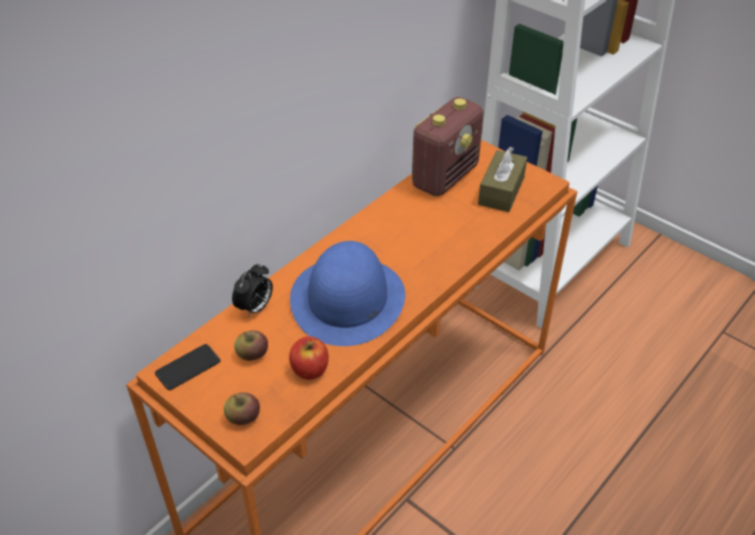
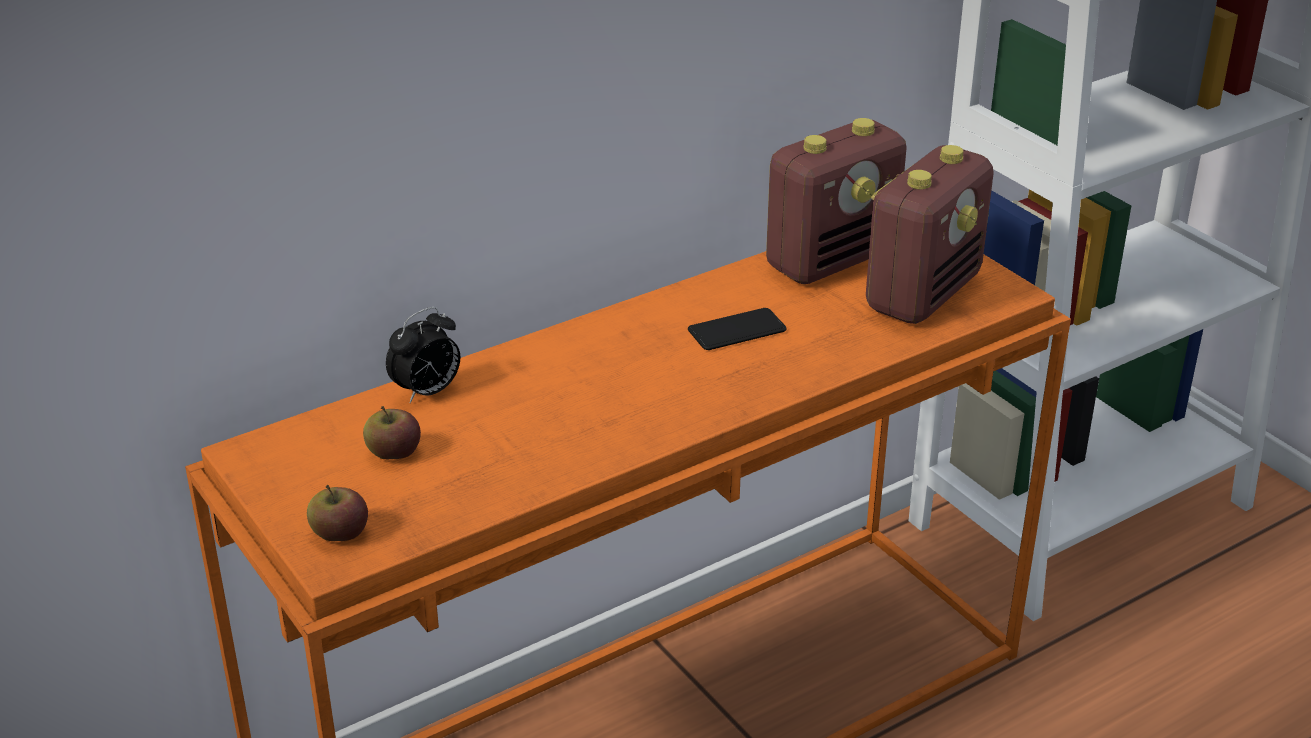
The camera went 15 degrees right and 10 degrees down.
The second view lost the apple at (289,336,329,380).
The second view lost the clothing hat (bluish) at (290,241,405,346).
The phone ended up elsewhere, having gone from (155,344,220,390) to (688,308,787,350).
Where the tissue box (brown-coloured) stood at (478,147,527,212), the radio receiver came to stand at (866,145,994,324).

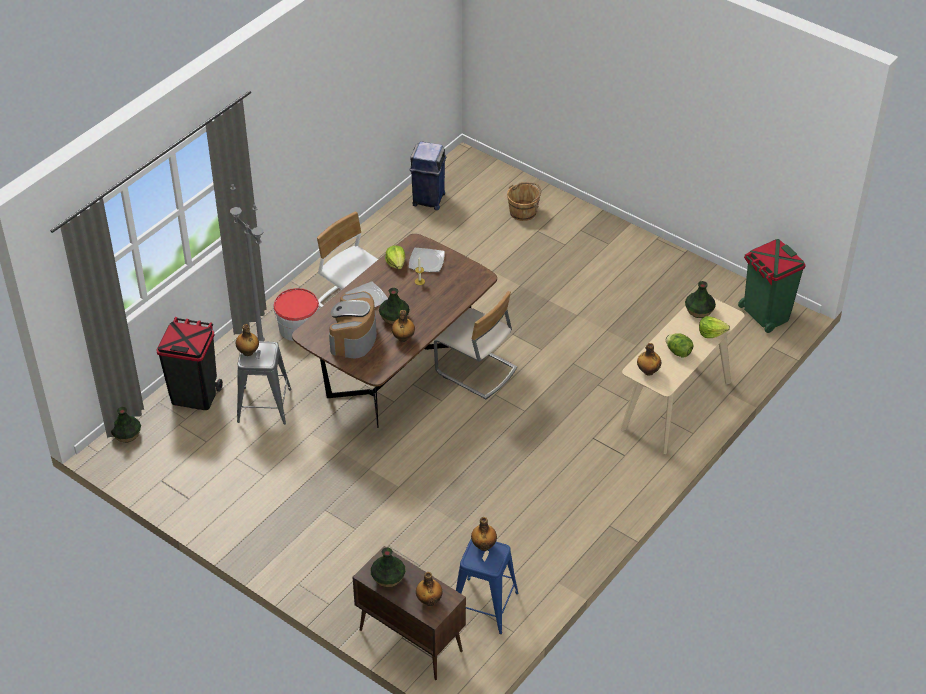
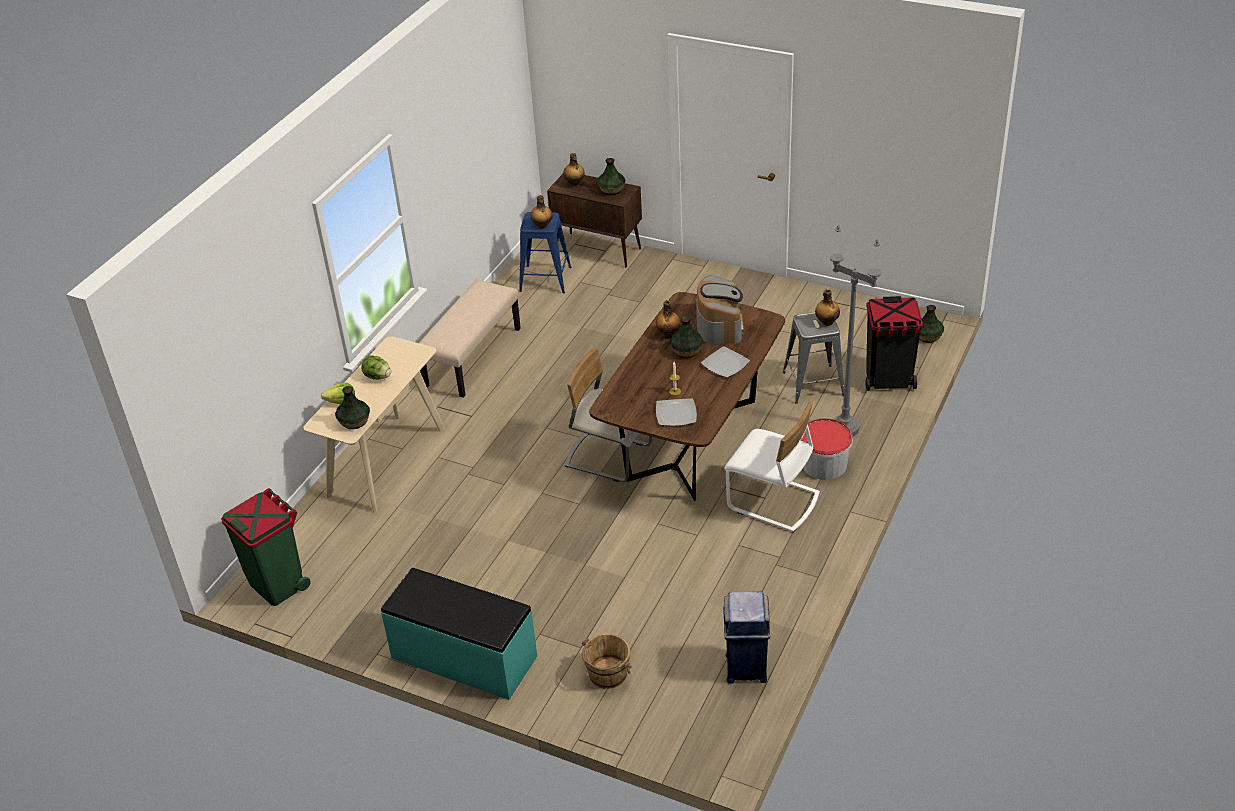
The camera went 170 degrees right and 5 degrees down.
The second view lost the lettuce at (385,245,405,269).
The second view lost the beverage bottle at (637,343,661,376).
The second view gained the bench (blue-green) at (381,568,537,700).
The second view gained the bench (sand-coloured) at (419,280,521,398).

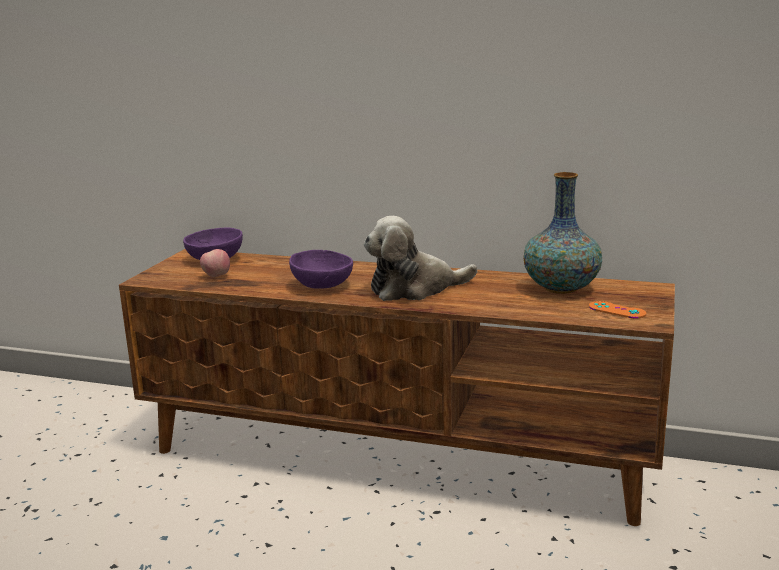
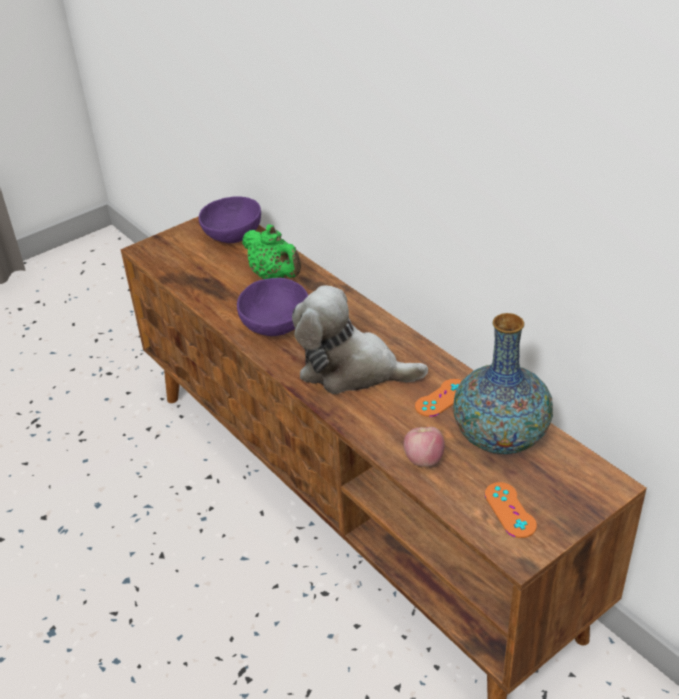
The camera went 35 degrees right and 20 degrees up.
The second view gained the pot for tea (green-coloured) at (242,224,301,279).
The second view gained the joypad (orangey) at (415,379,462,417).
The apple ended up elsewhere, having gone from (200,249,230,277) to (403,427,445,466).

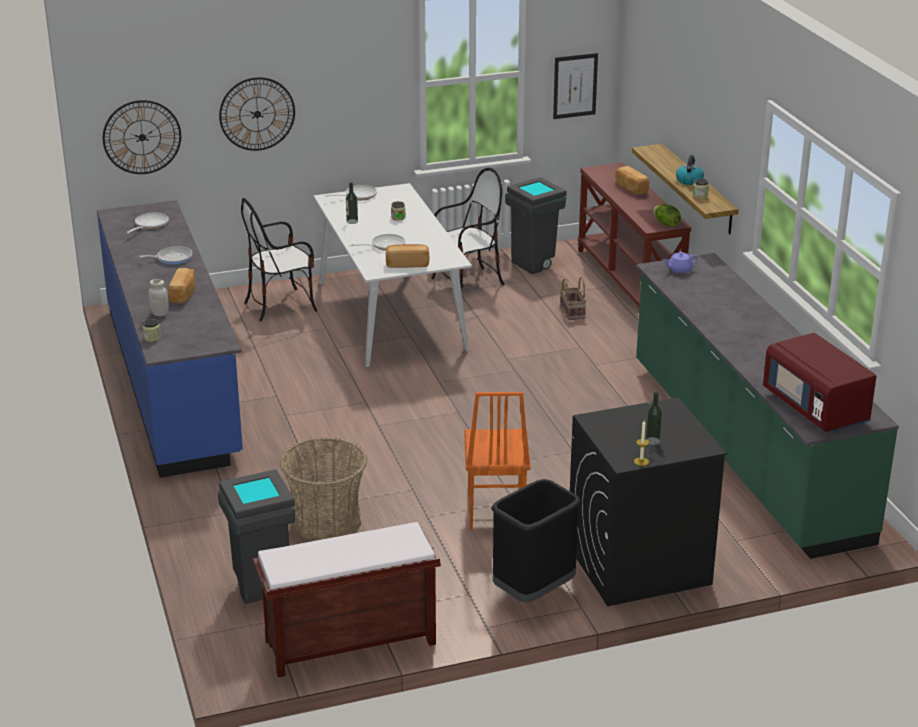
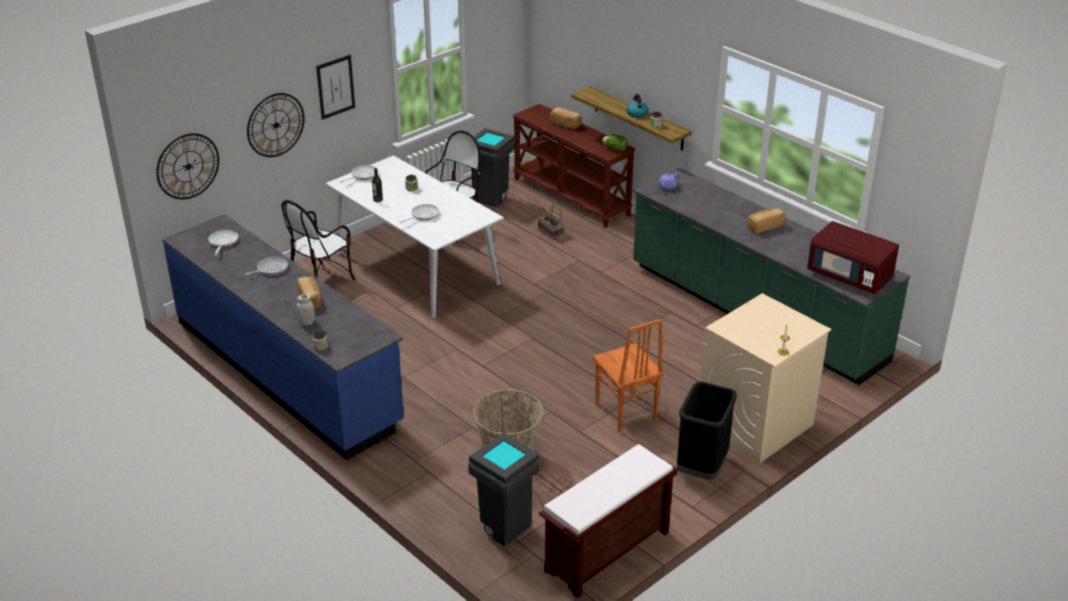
The camera went 25 degrees left and 5 degrees up.
The second view lost the beverage bottle at (645,392,663,445).
The bread ended up elsewhere, having gone from (386,244,429,268) to (747,208,785,234).
The wall picture ended up elsewhere, having gone from (553,53,598,119) to (316,55,355,120).
What was the washing machine (blackish) at (570,397,727,606) turned into the washing machine (sand-coloured) at (700,293,831,464).

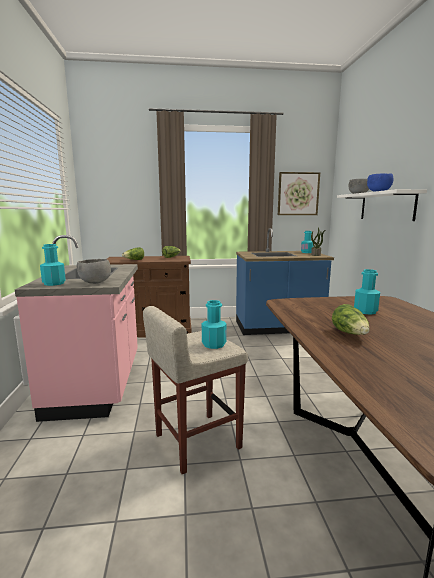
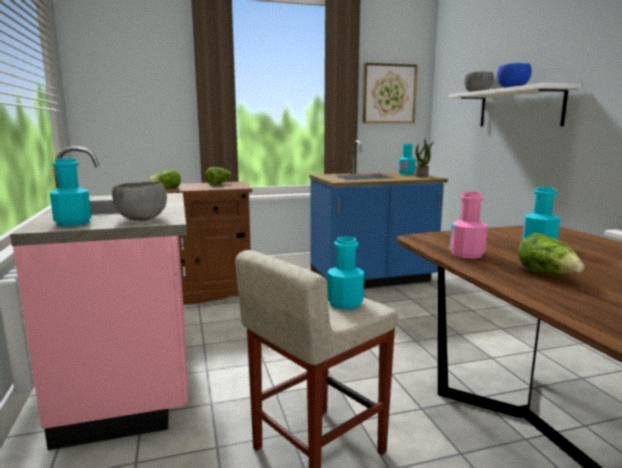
The camera went 10 degrees left and 0 degrees up.
The second view gained the beverage bottle (pink-coloured) at (449,192,488,259).

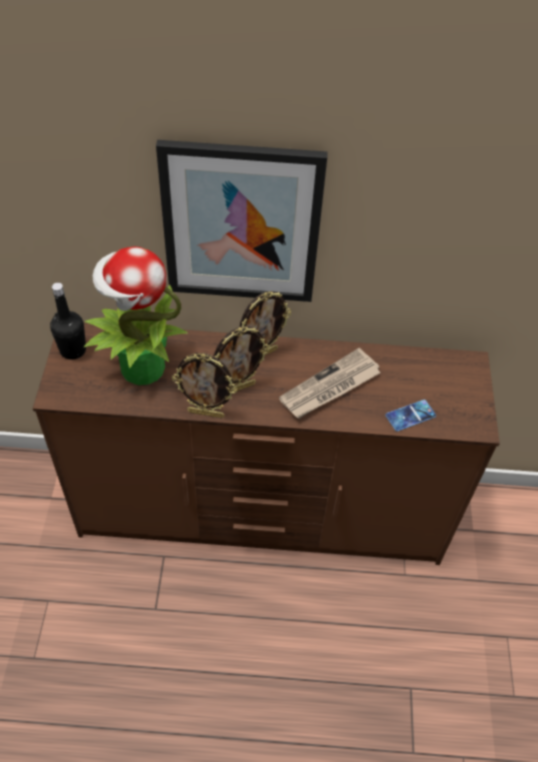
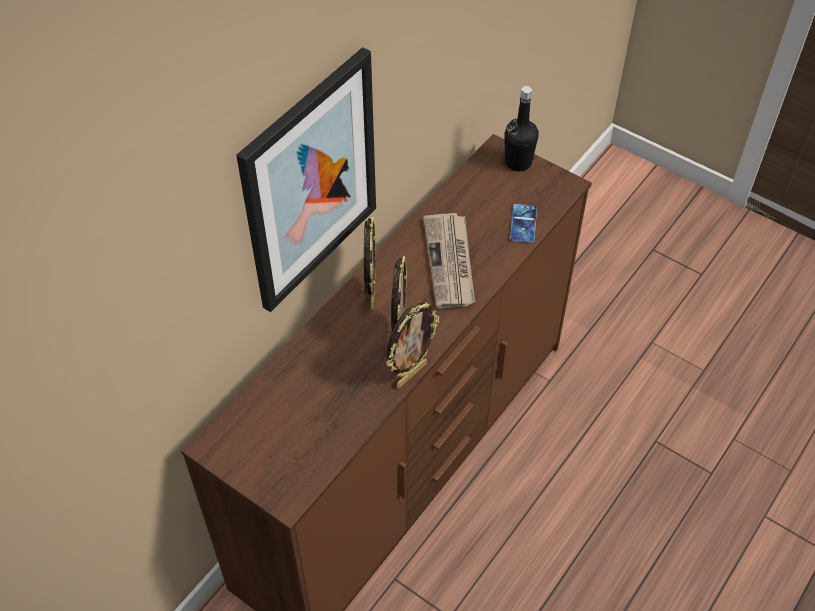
The camera went 55 degrees left and 0 degrees up.
The second view lost the plant in a pot at (84,247,188,385).
The beverage bottle (blackish) ended up elsewhere, having gone from (50,283,86,360) to (504,86,539,171).

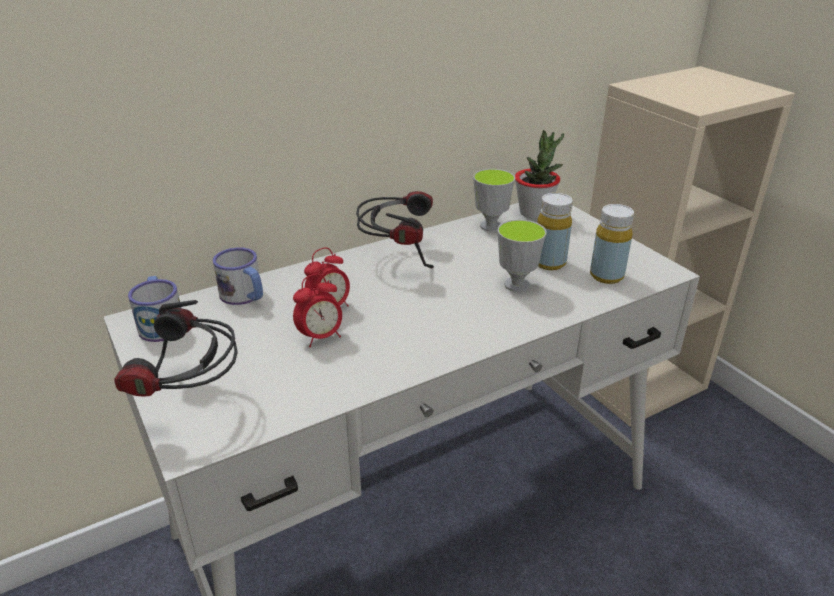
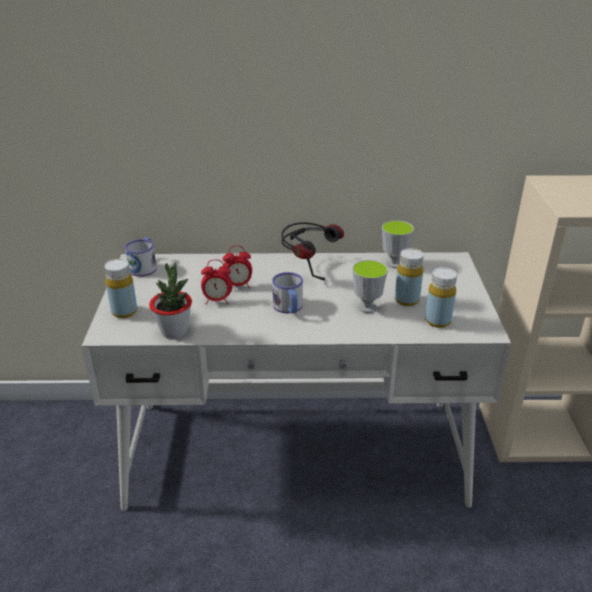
The camera went 30 degrees right and 0 degrees up.
The coffee mug ended up elsewhere, having gone from (213,248,263,305) to (272,272,303,314).
The plant in a pot ended up elsewhere, having gone from (515,130,564,219) to (149,263,192,339).
Where the headphones stood at (114,300,238,396), the beverage bottle (yellowish) came to stand at (104,259,137,318).

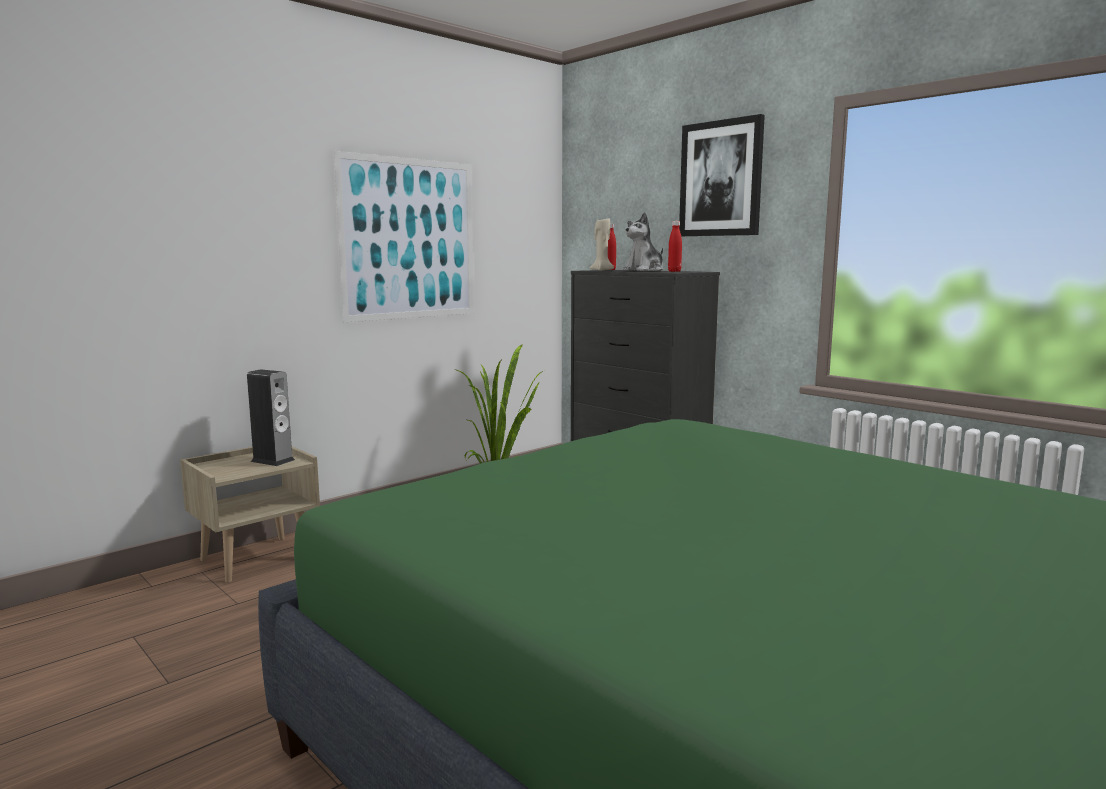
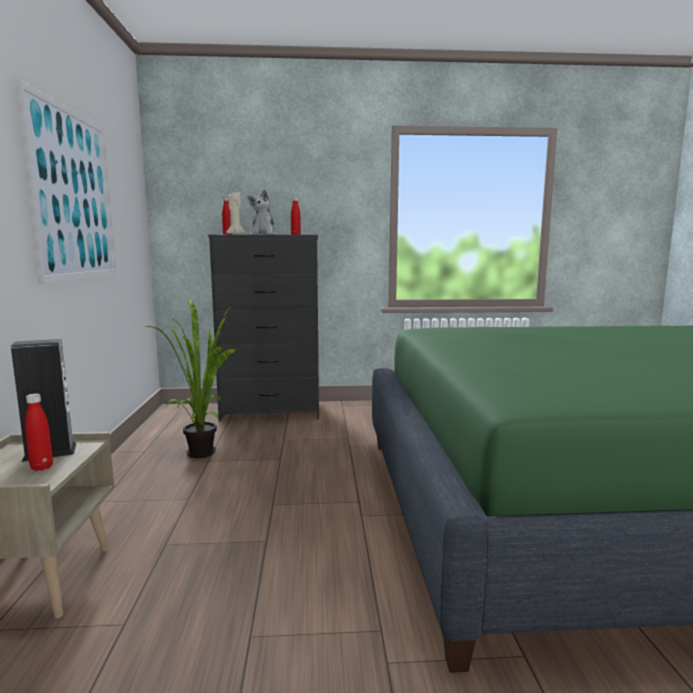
The camera went 50 degrees left and 0 degrees up.
The second view lost the wall picture at (679,114,765,236).
The second view gained the beverage bottle (reddish) at (25,393,53,471).

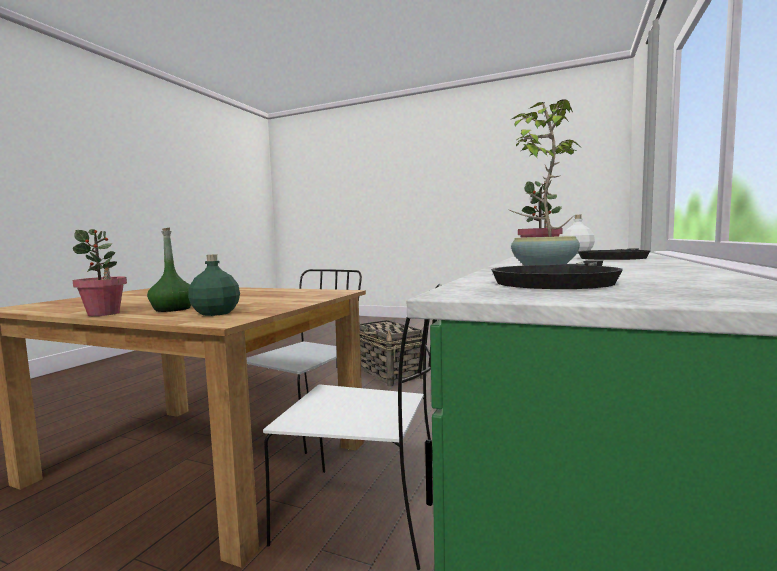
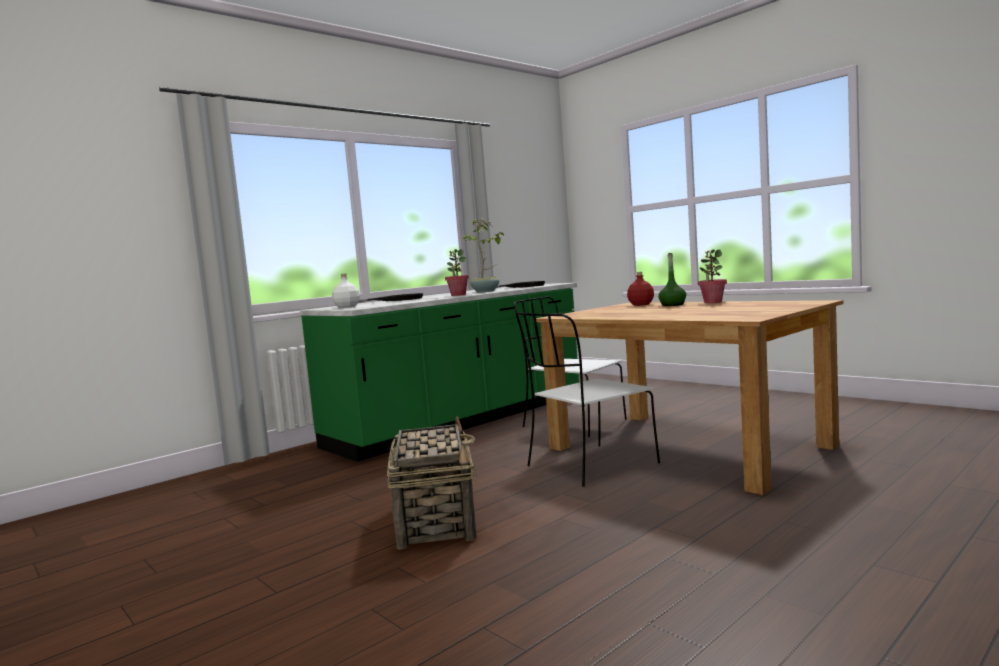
The camera went 155 degrees left and 0 degrees up.
What was the beverage bottle (green-coloured) at (188,255,240,316) turned into the beverage bottle (reddish) at (627,272,654,306).

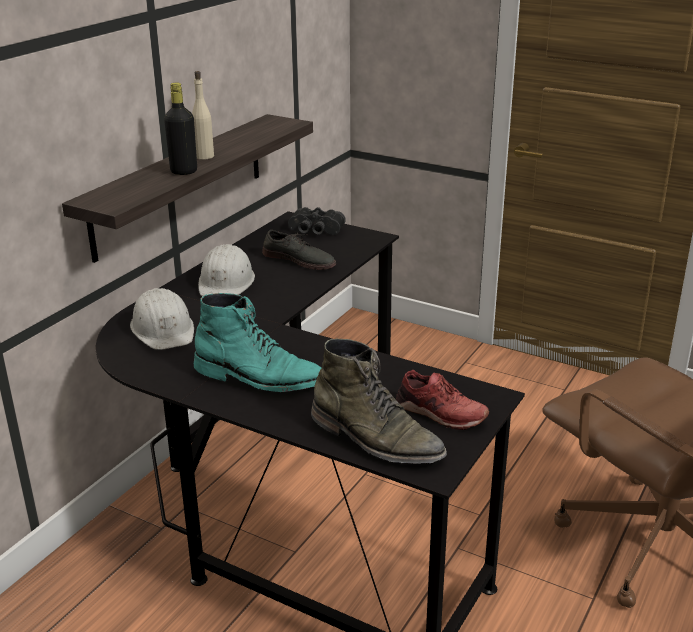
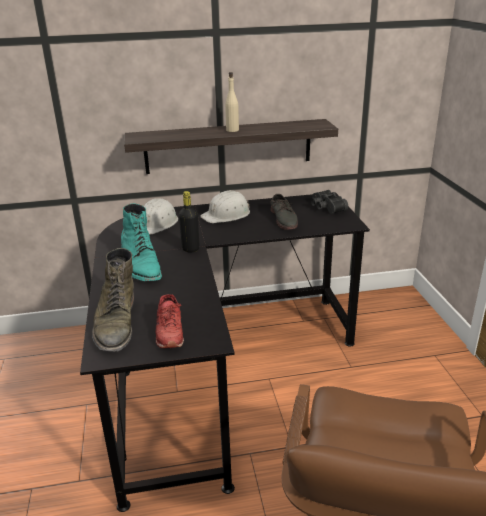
The camera went 50 degrees right and 0 degrees up.
The beverage bottle (blackish) ended up elsewhere, having gone from (164,82,197,175) to (179,191,200,253).

